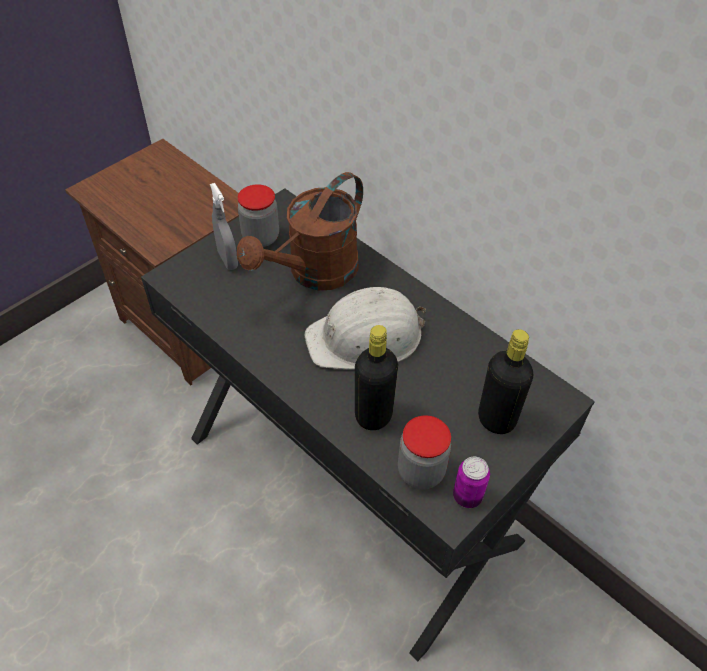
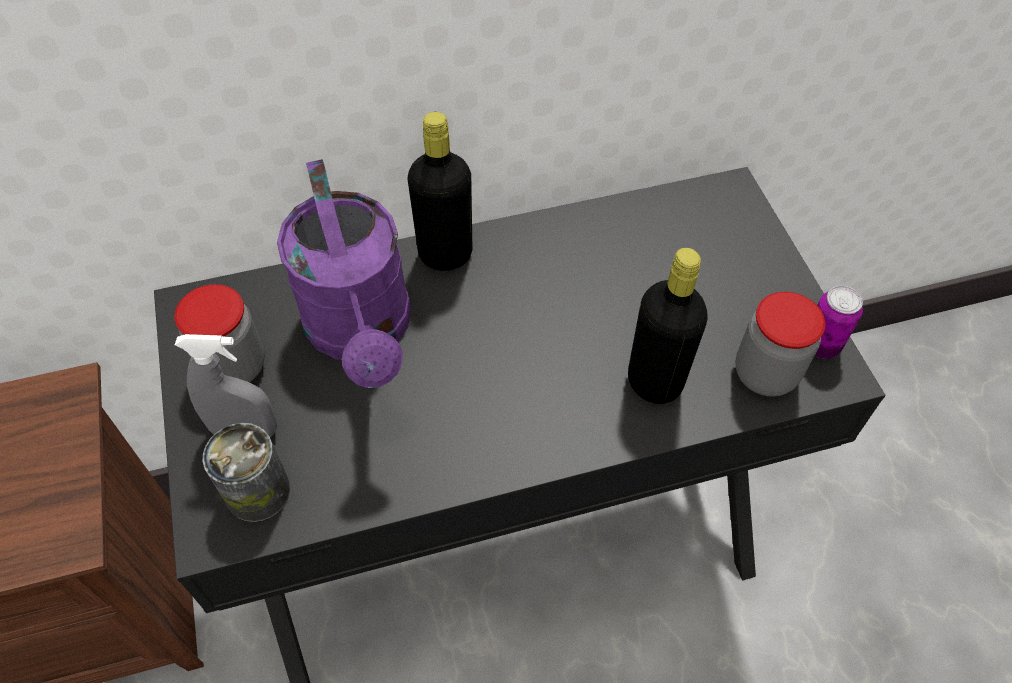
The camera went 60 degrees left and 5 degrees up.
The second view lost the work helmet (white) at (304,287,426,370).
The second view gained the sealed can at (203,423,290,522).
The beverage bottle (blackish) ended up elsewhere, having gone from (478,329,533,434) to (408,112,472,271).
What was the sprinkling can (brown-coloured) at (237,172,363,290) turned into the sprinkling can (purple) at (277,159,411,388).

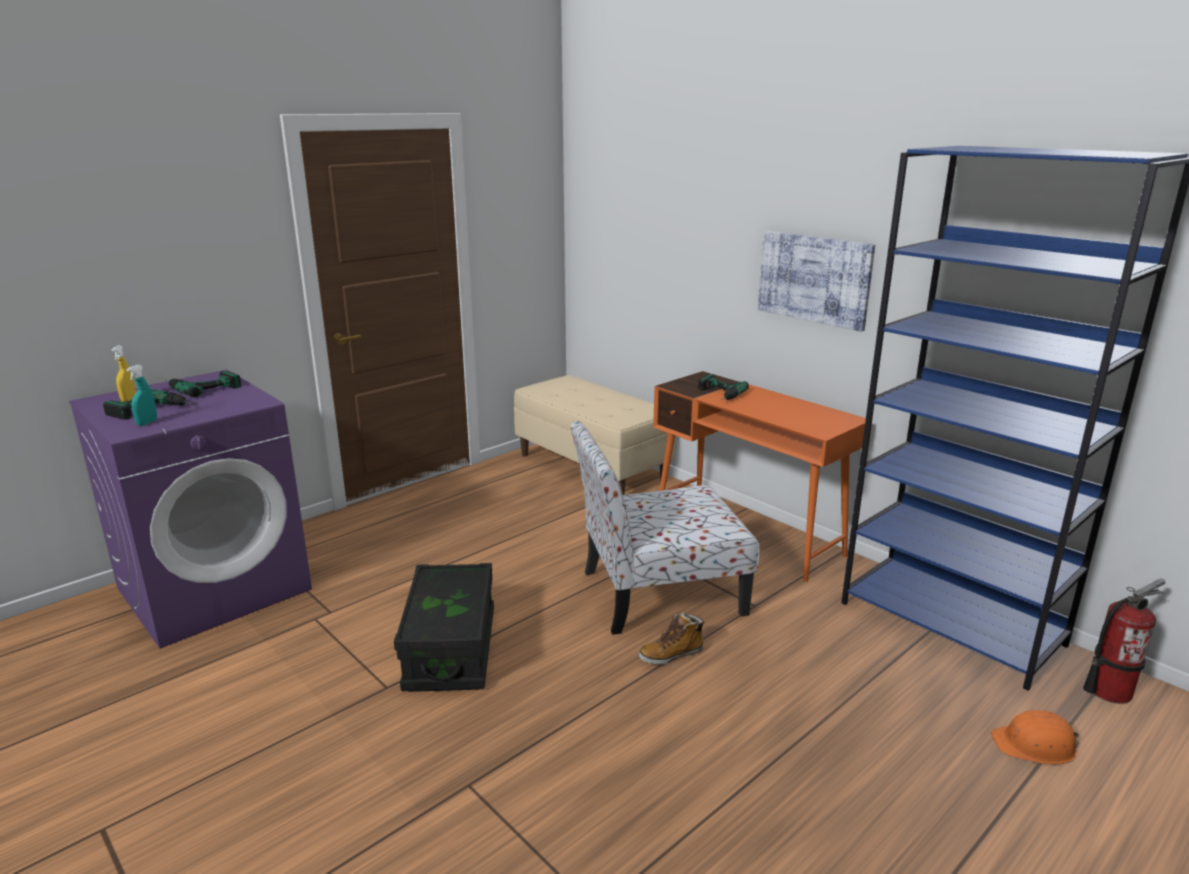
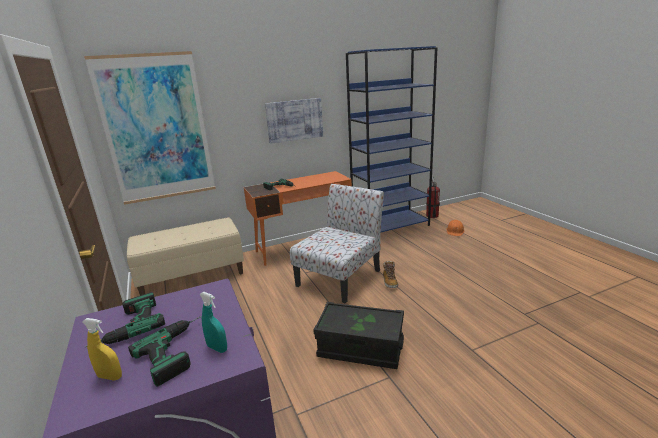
The camera went 70 degrees left and 0 degrees up.
The second view gained the wall picture at (84,51,216,205).
The chair at (570,421,760,635) ended up facing another way, 150 degrees counterclockwise from before.

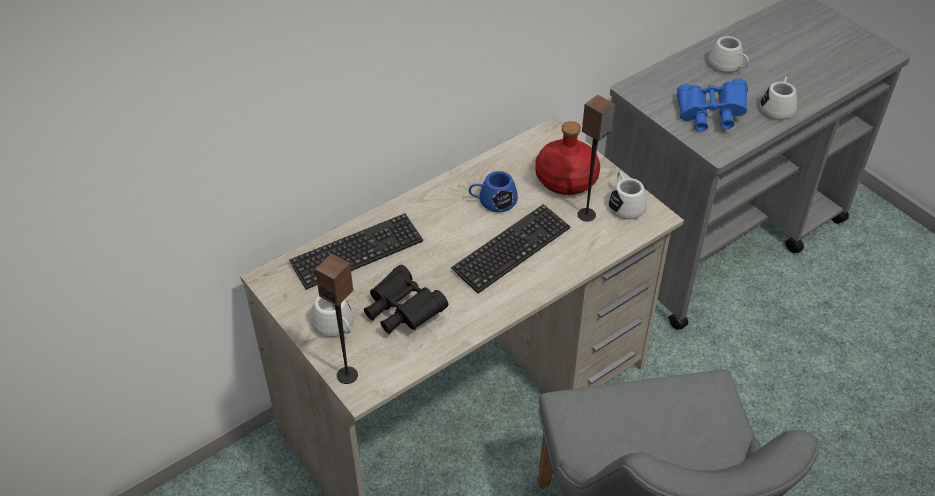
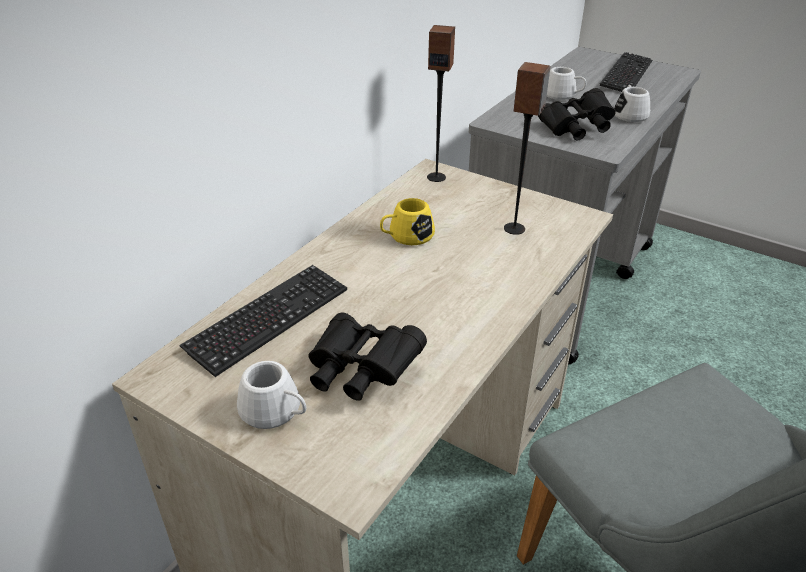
The camera went 20 degrees left and 10 degrees down.
The second view lost the beverage bottle (reddish) at (535,121,600,195).
The second view lost the coffee mug (white) at (608,171,647,219).
The loudspeaker ended up elsewhere, having gone from (315,254,358,384) to (427,25,455,182).
The computer keyboard ended up elsewhere, having gone from (451,204,571,294) to (600,52,652,92).
What was the coffee mug (bluish) at (469,171,518,212) turned into the coffee mug (yellowish) at (380,198,435,245).
What was the field glasses (bluish) at (677,79,748,131) turned into the field glasses (blackish) at (538,88,616,140).

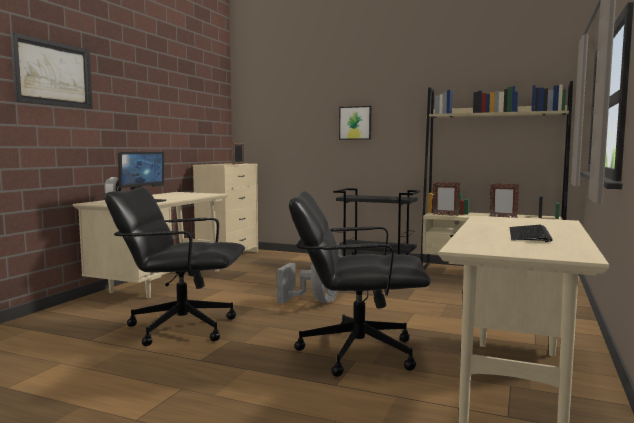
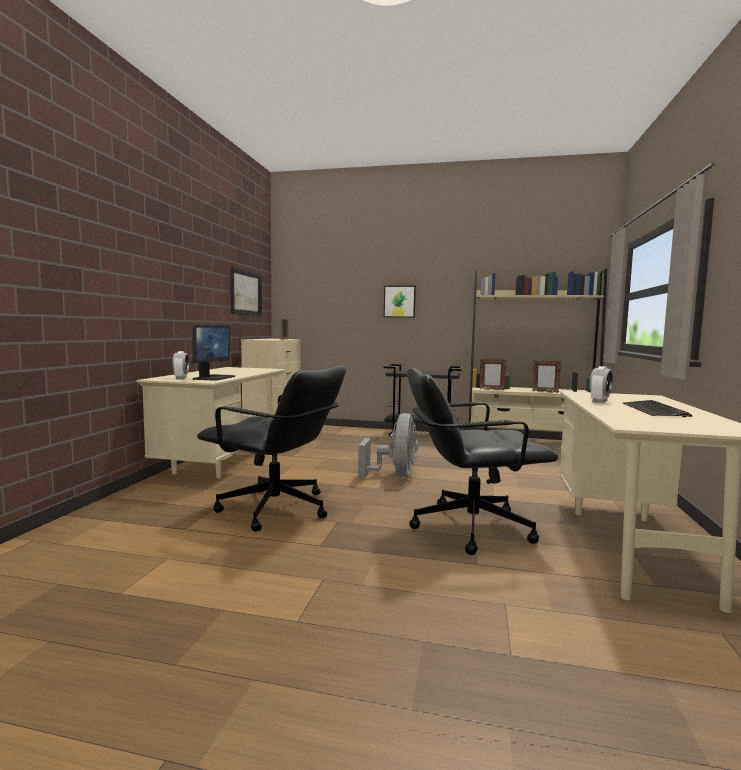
The camera went 10 degrees left and 0 degrees up.
The second view gained the bedside clock at (590,366,613,403).
The wall picture ended up elsewhere, having gone from (11,32,93,109) to (230,267,262,316).
The computer chair (blackish) at (104,187,245,346) ended up facing another way, 150 degrees counterclockwise from before.

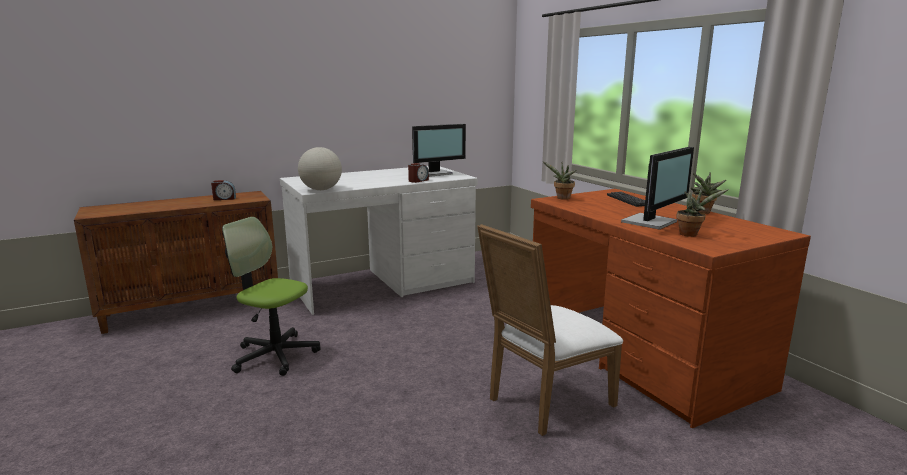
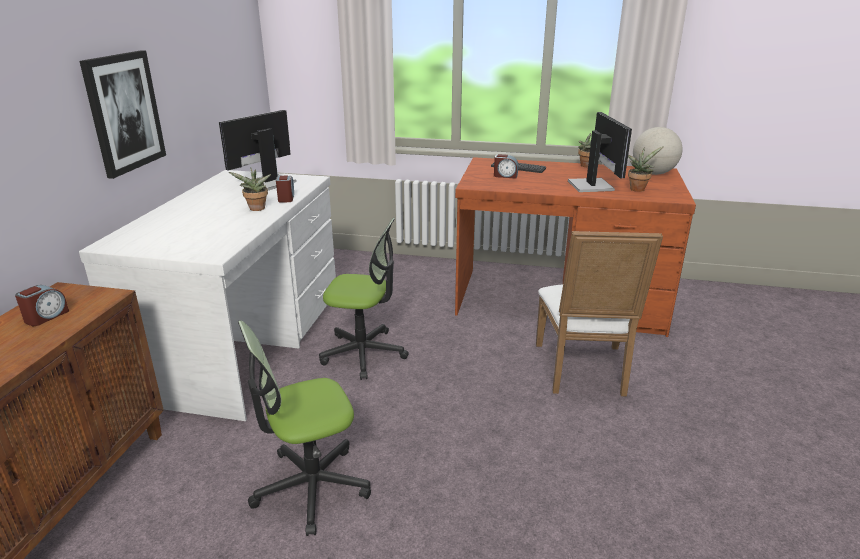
The camera went 50 degrees left and 10 degrees up.
The second view gained the wall picture at (79,50,166,179).
The second view gained the computer chair at (319,218,409,380).
The second view gained the bedside clock at (494,154,518,179).
The world globe ended up elsewhere, having gone from (298,147,342,190) to (633,127,683,175).
The plant in a pot ended up elsewhere, having gone from (542,161,577,200) to (229,167,271,211).
The computer display at (412,124,466,177) ended up facing another way, 150 degrees counterclockwise from before.

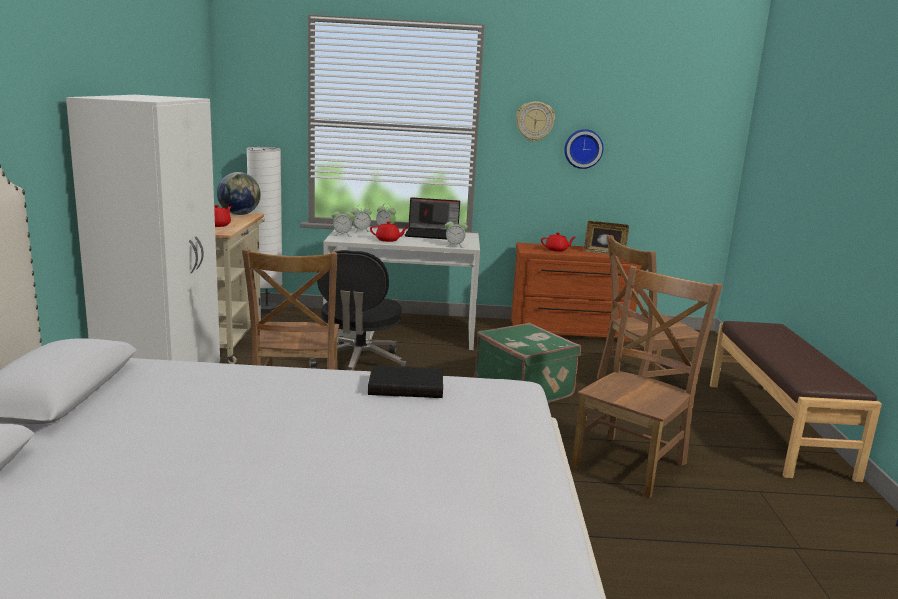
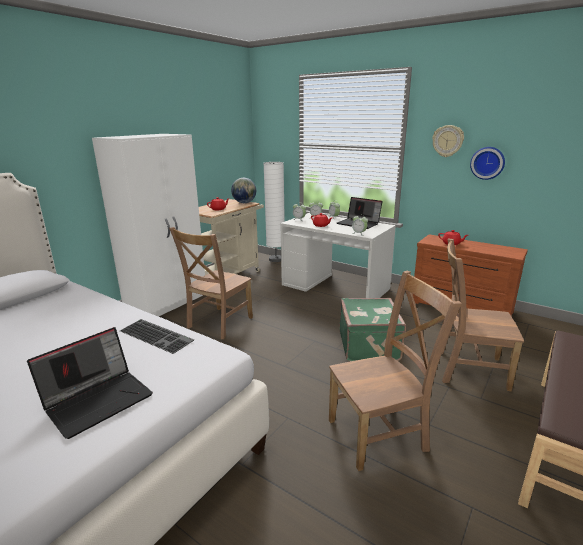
The camera went 35 degrees right and 5 degrees up.
The second view lost the computer chair (blackish) at (309,250,406,371).
The second view lost the picture frame at (584,221,629,255).
The second view gained the portable computer at (27,327,153,439).
Where the book (blackish) stood at (368,365,443,398), the computer keyboard came to stand at (120,319,194,354).

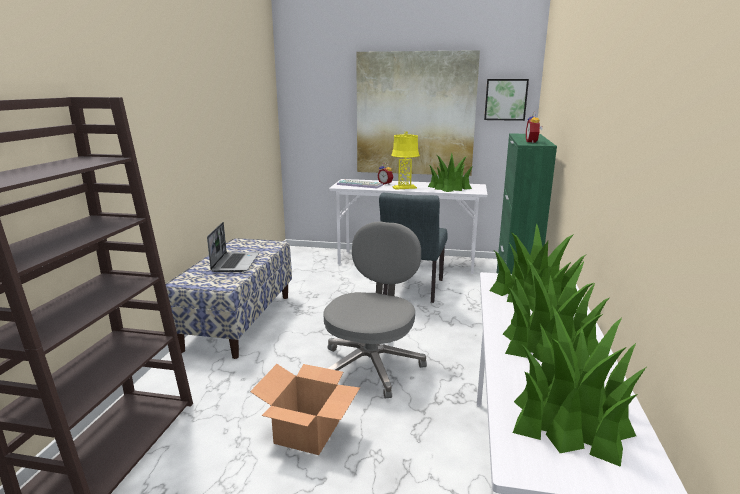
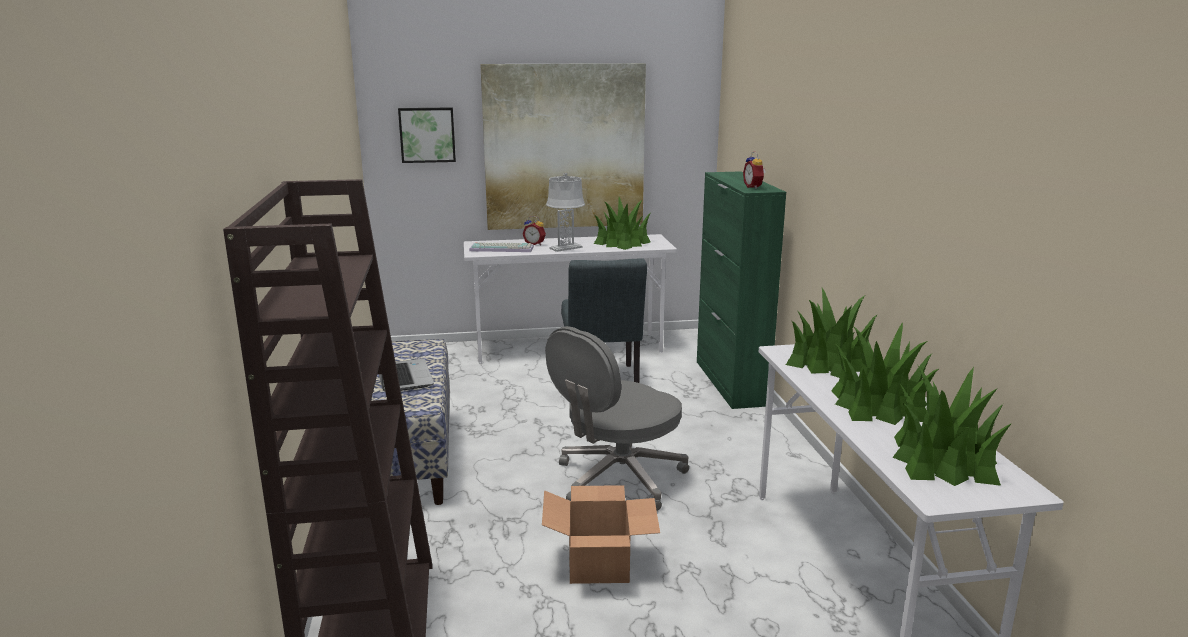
The camera went 20 degrees left and 0 degrees up.
The wall picture ended up elsewhere, having gone from (484,79,529,121) to (398,107,456,163).
What was the tabletop lamp (yellowish) at (391,131,420,190) turned into the tabletop lamp (greyish) at (546,173,585,252).
The computer chair (greyish) at (324,222,427,399) ended up facing another way, 135 degrees counterclockwise from before.

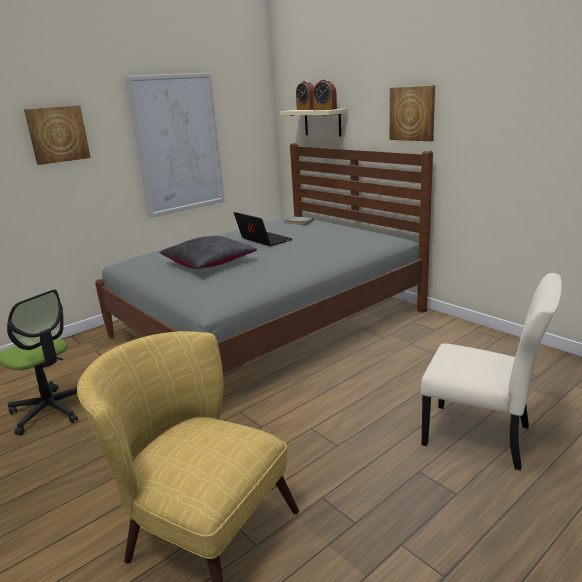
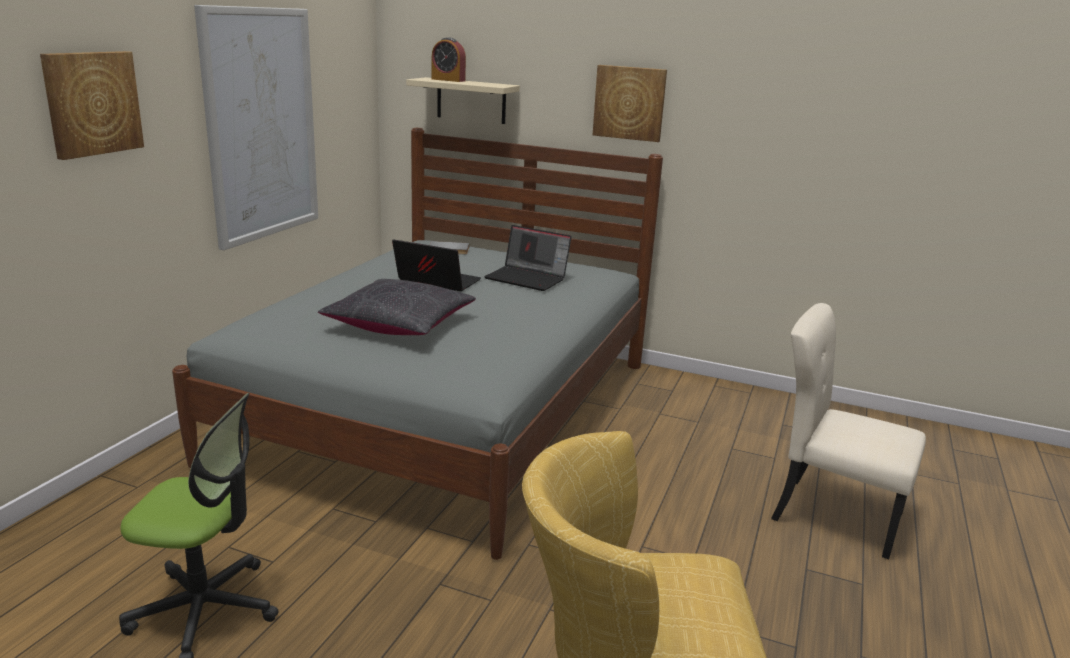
The camera went 30 degrees left and 0 degrees up.
The second view lost the bedside clock at (313,79,337,110).
The second view gained the portable computer at (484,225,572,291).
The chair (sand-coloured) at (421,273,562,471) ended up facing another way, 150 degrees counterclockwise from before.

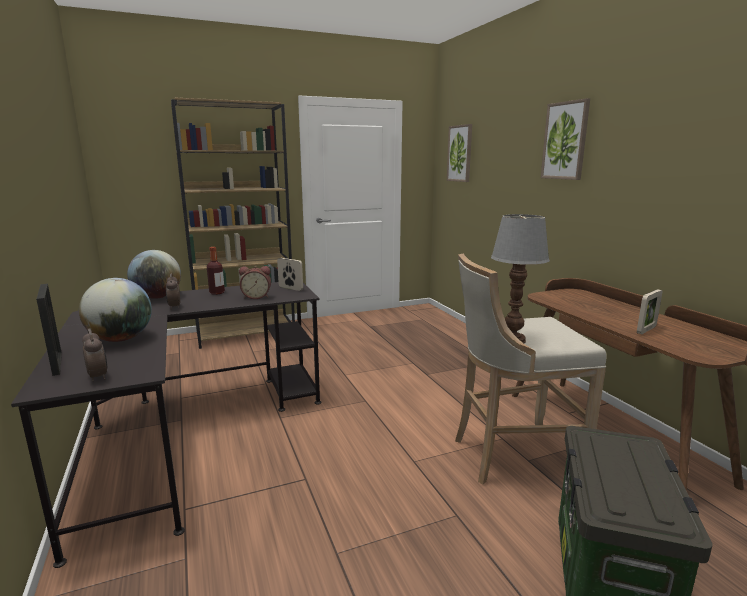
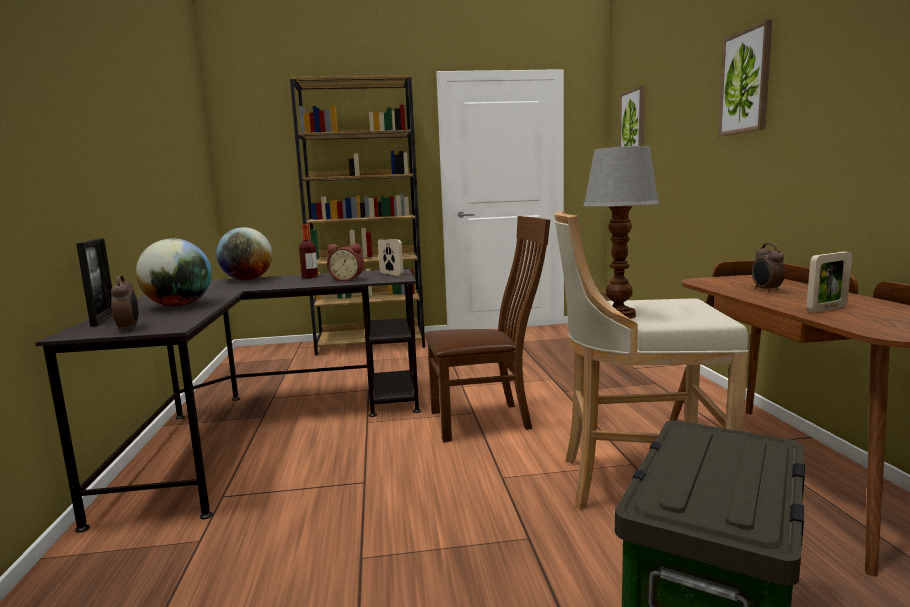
The camera went 15 degrees right and 5 degrees down.
The second view gained the chair (brown-coloured) at (424,216,550,442).
The bedside clock ended up elsewhere, having gone from (166,273,181,310) to (752,243,785,292).

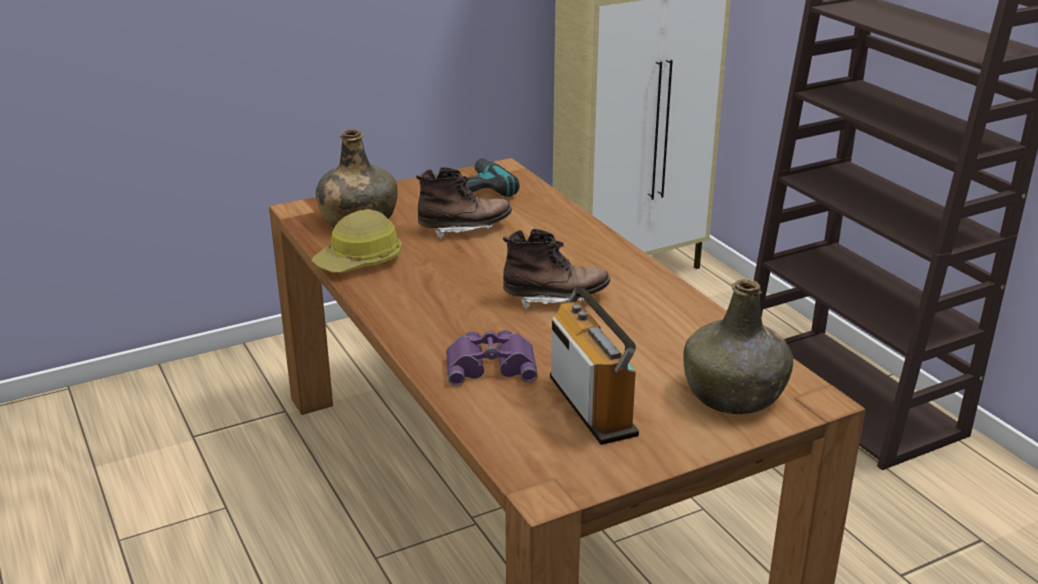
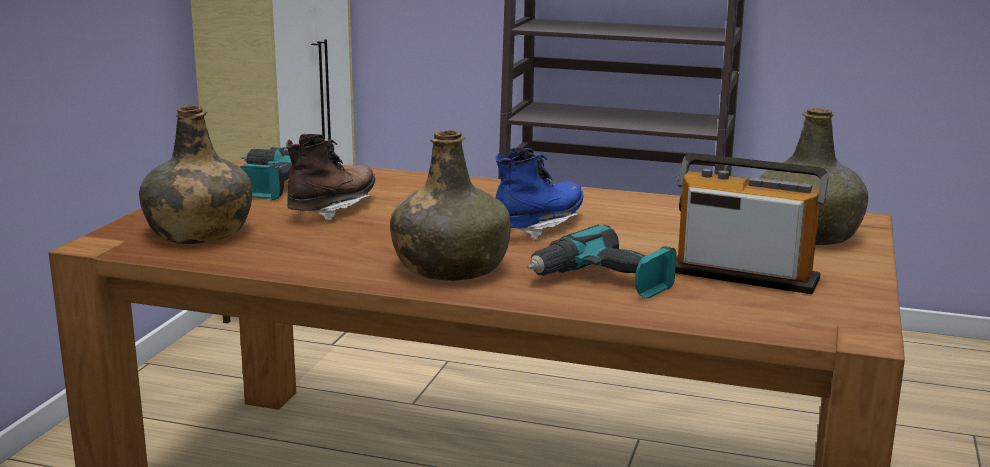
The camera went 45 degrees left and 10 degrees down.
The second view lost the work helmet at (312,209,402,273).
The second view gained the beverage bottle (green-coloured) at (390,130,511,281).
Where the field glasses (purple) stood at (446,330,537,386), the electric drill came to stand at (527,225,676,298).
What was the boot (brown-coloured) at (503,228,610,309) turned into the boot (bluish) at (496,147,583,239).

